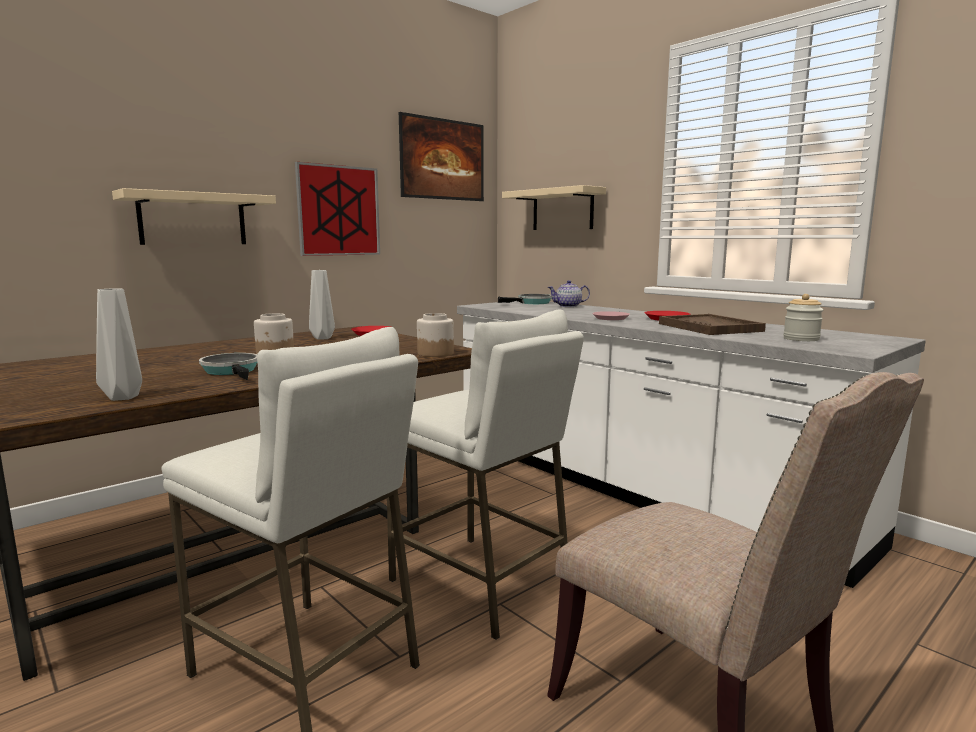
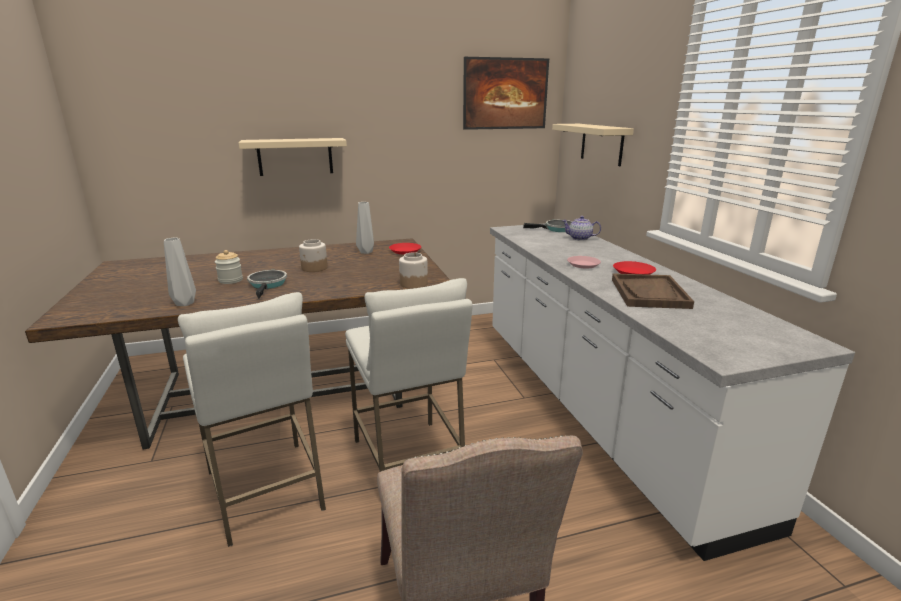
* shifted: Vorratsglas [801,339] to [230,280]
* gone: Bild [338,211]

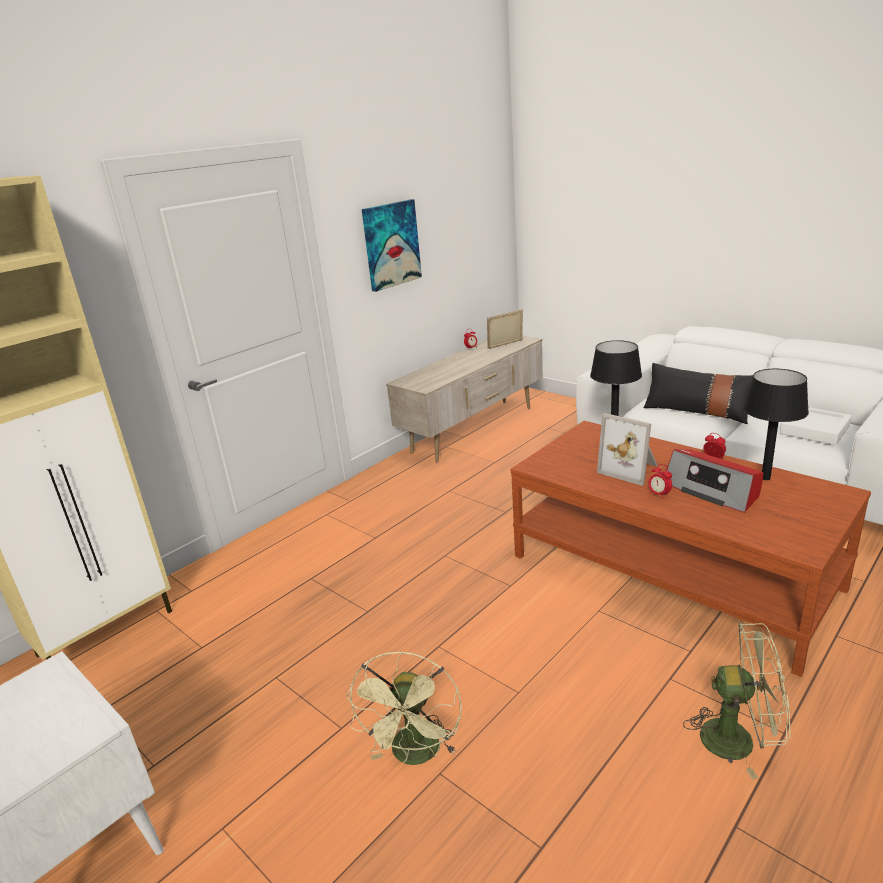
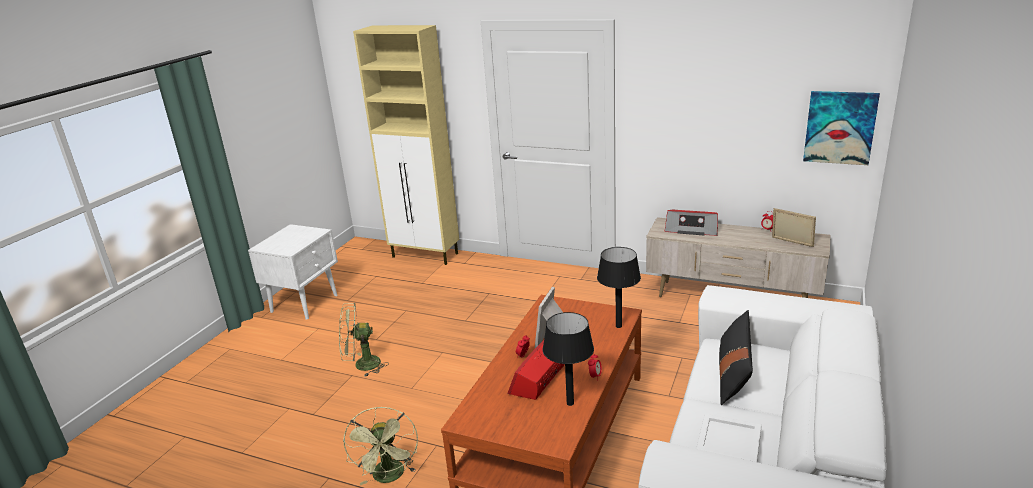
* new: Radio [691,229]
* shifted: Bild [391,244] to [839,127]

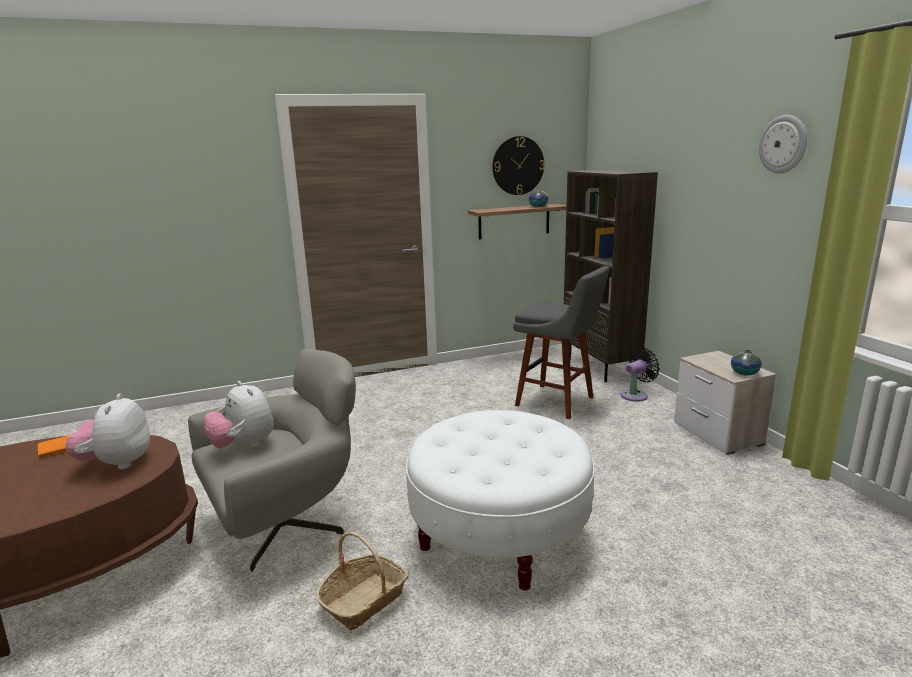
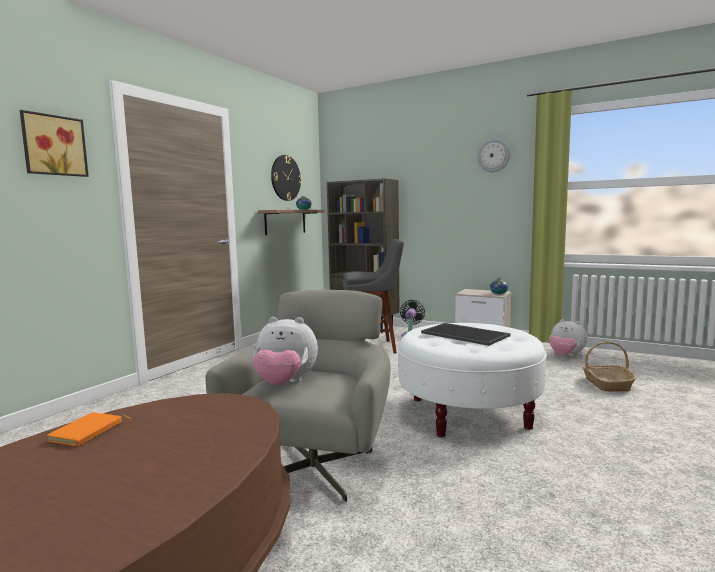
* new: Bild [53,145]
* new: Tablett [466,334]
* shifted: Plüschtier [117,463] to [566,356]
* shifted: Korb [364,600] to [607,384]

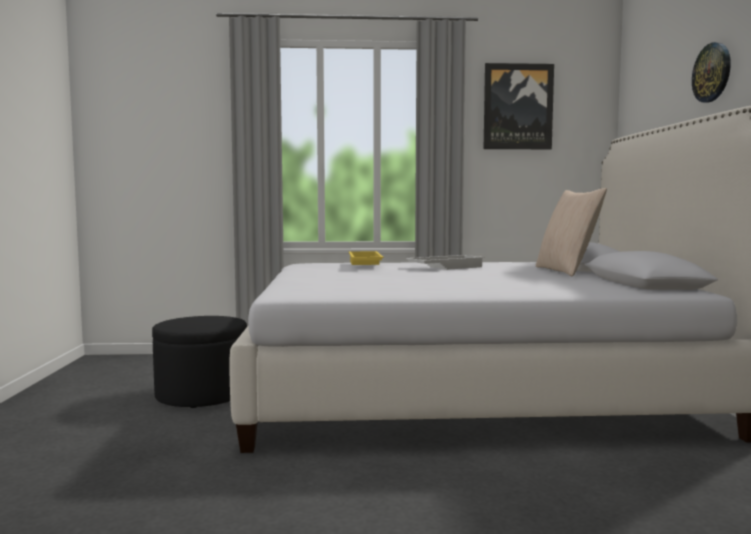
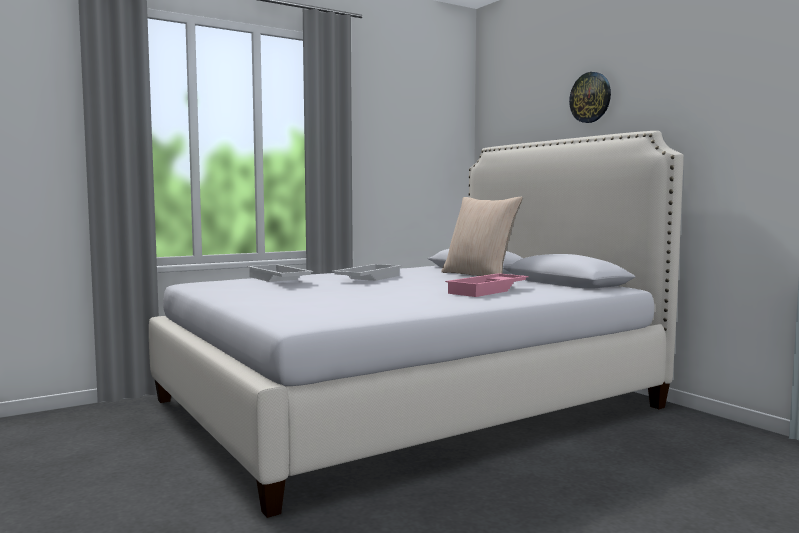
* repainted: Tablett [gelb] [363,263] to Tablett [weiß] [277,279]
* new: Tablett [rosa] [488,291]
* gone: Polsterhocker [schwarz] [202,395]
* gone: Bild [517,107]

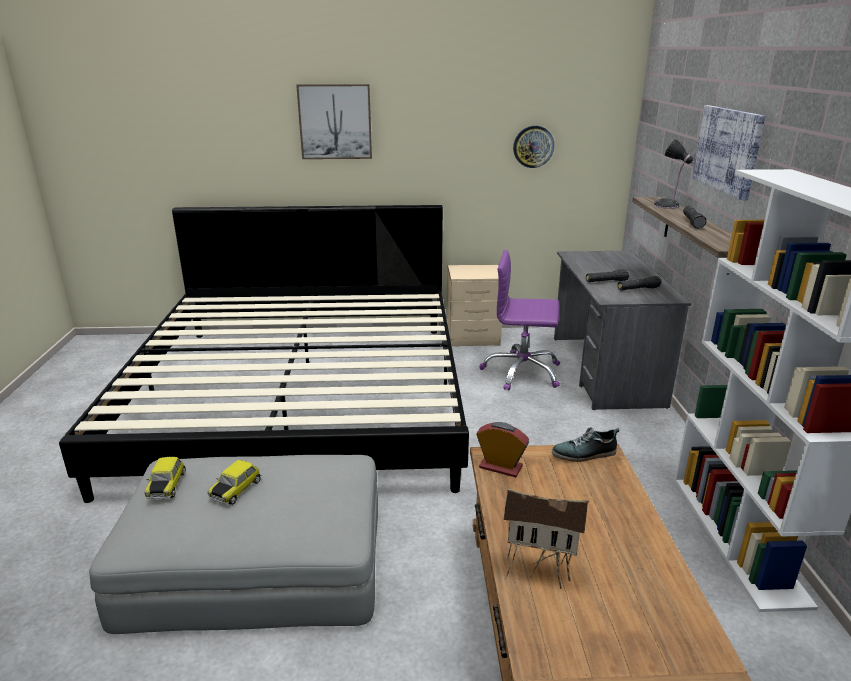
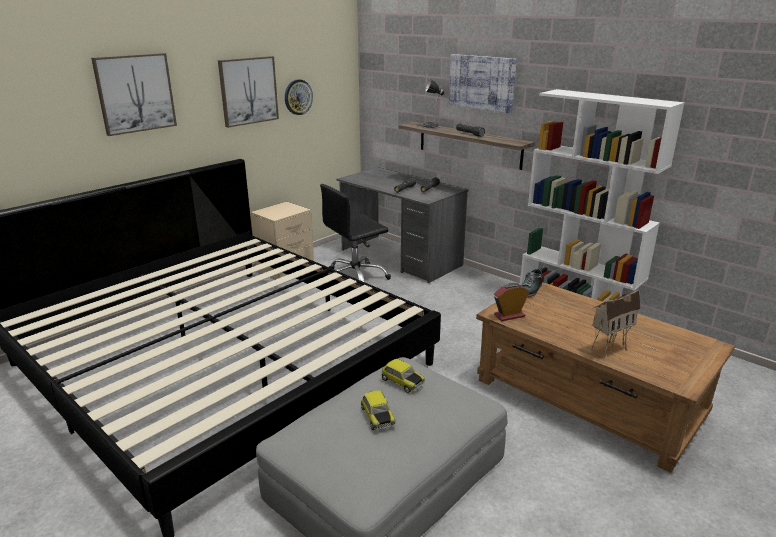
* new: Bild [248,91]
* repainted: Bürostuhl [lila] [522,372] to Bürostuhl [schwarz] [355,278]
* shifted: Spielzeugauto [166,485] to [401,382]

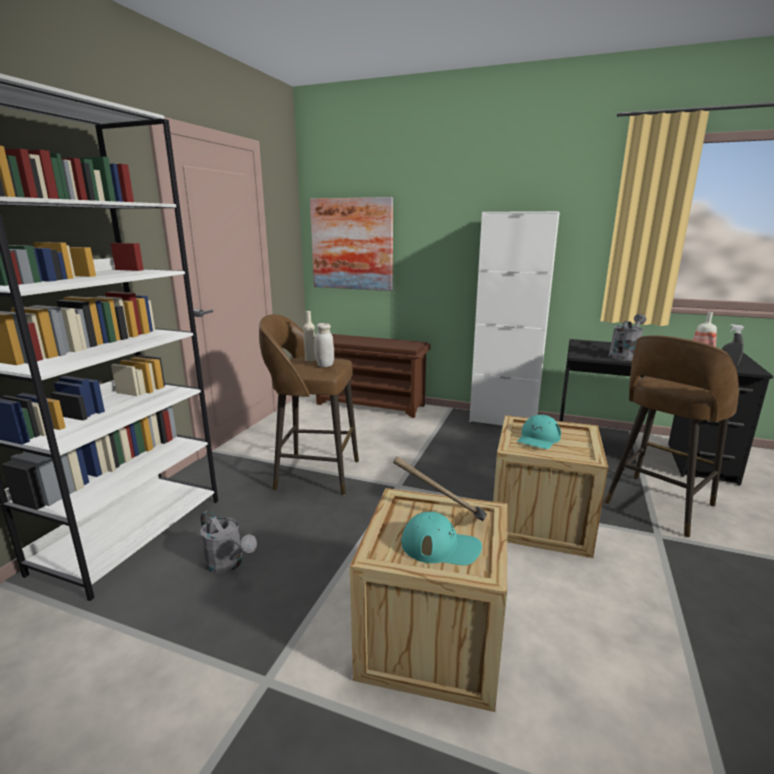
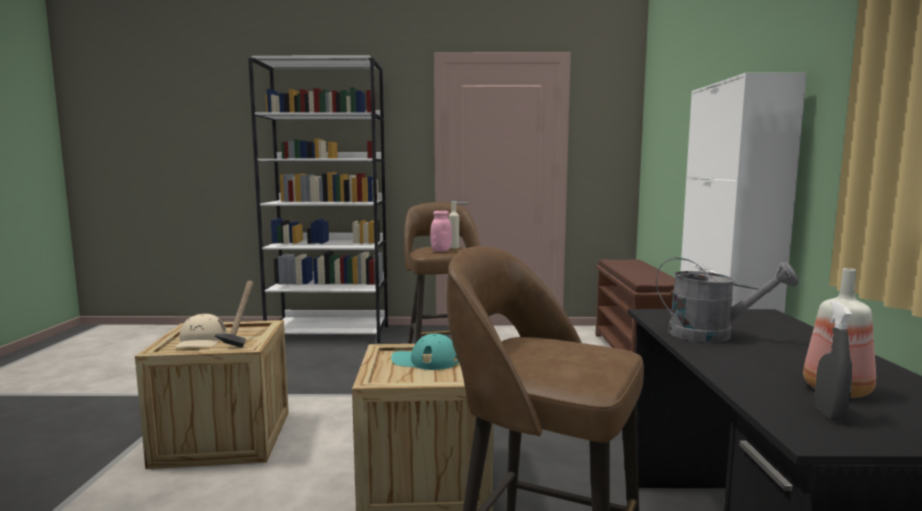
* repainted: Kappe [türkis] [440,546] to Kappe [beige] [201,341]
* repainted: Vorratsglas [weiß] [325,365] to Vorratsglas [rosa] [441,250]
* gone: Gießkanne [grau] [229,564]
* gone: Bild [352,244]

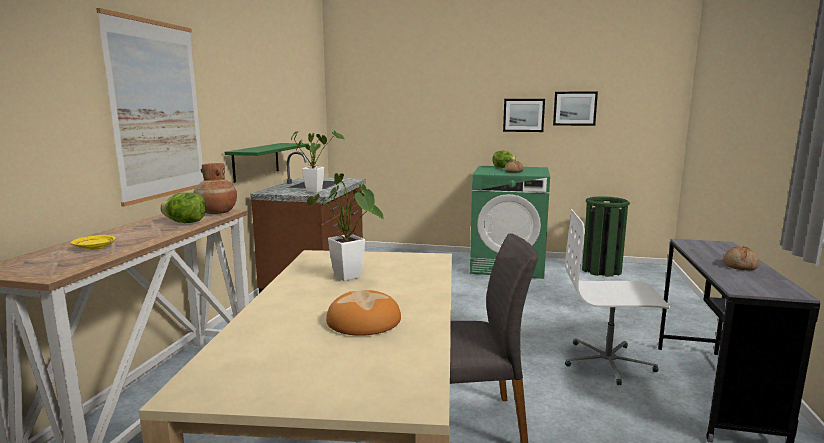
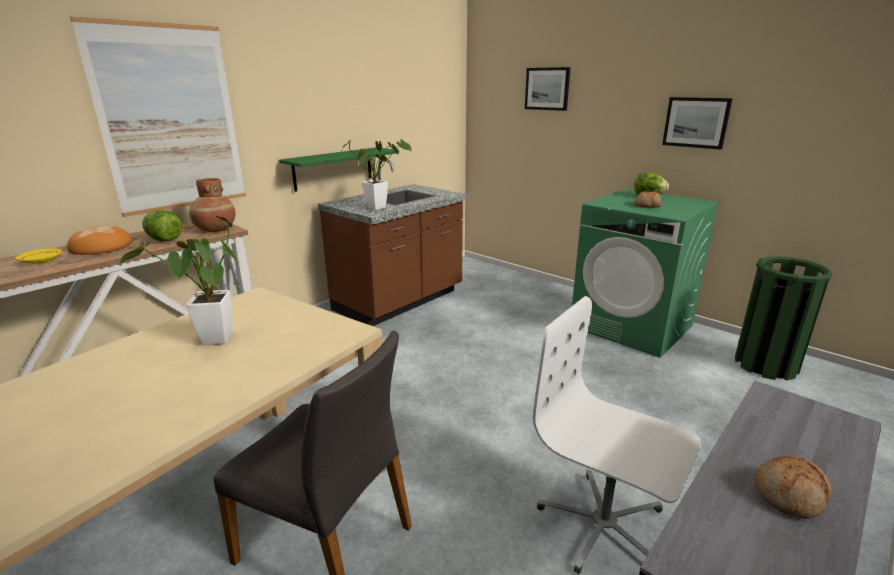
* shifted: Brot [363,321] to [101,247]
* shifted: Bild [574,108] to [547,89]

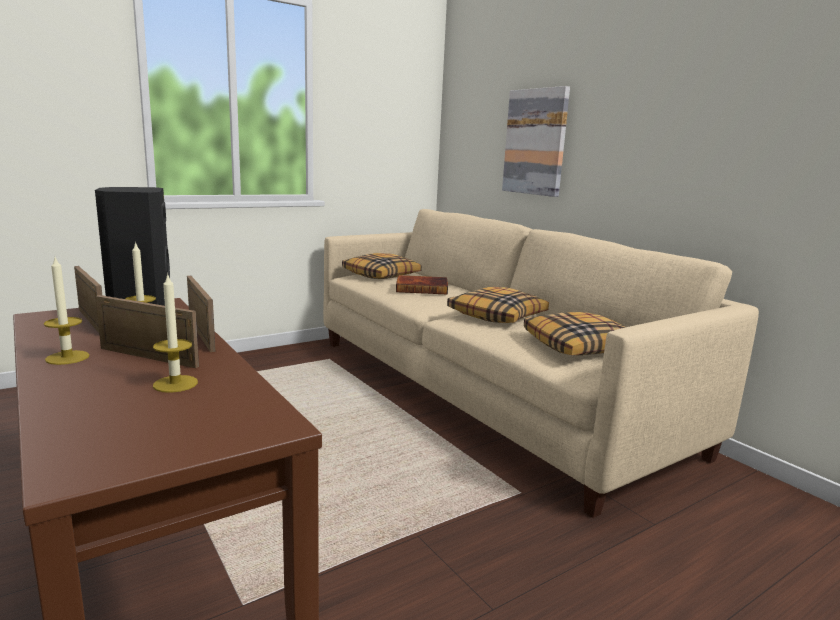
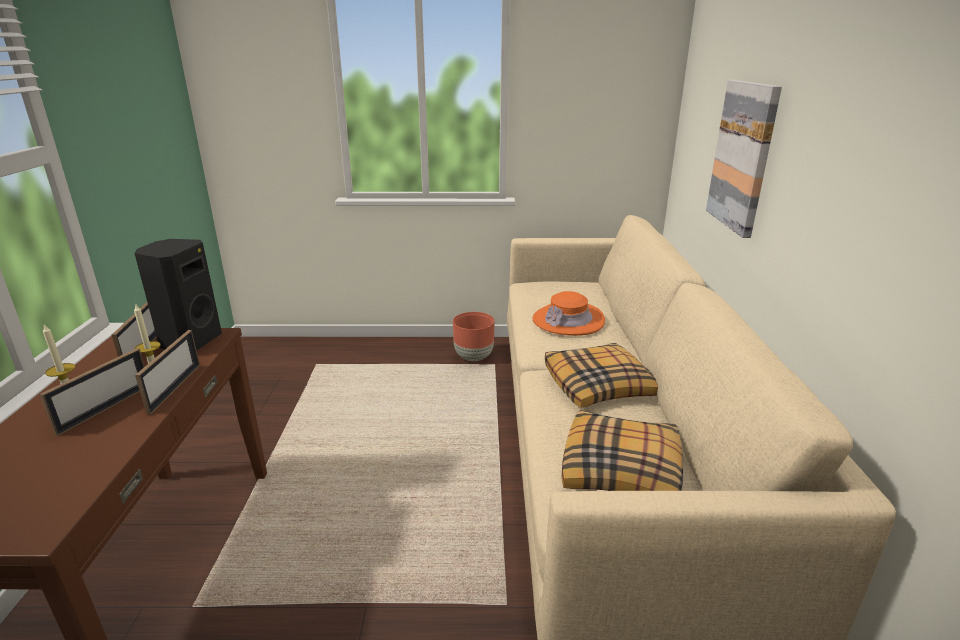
* rotated: Bilderrahmen [148,357] = [105,409] 60 degrees clockwise
* new: Pflanzkübel [braun] [473,357]
* swapped: Buch [422,288] to Hut [orange] [568,320]
* gone: Kerze [175,384]
* gone: Kissen [381,275]

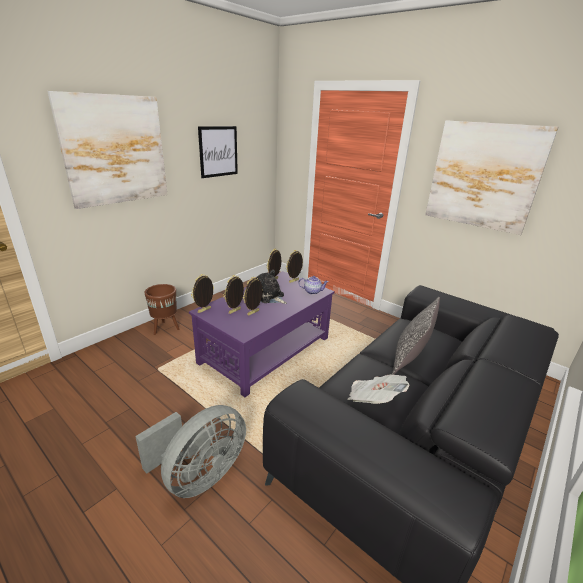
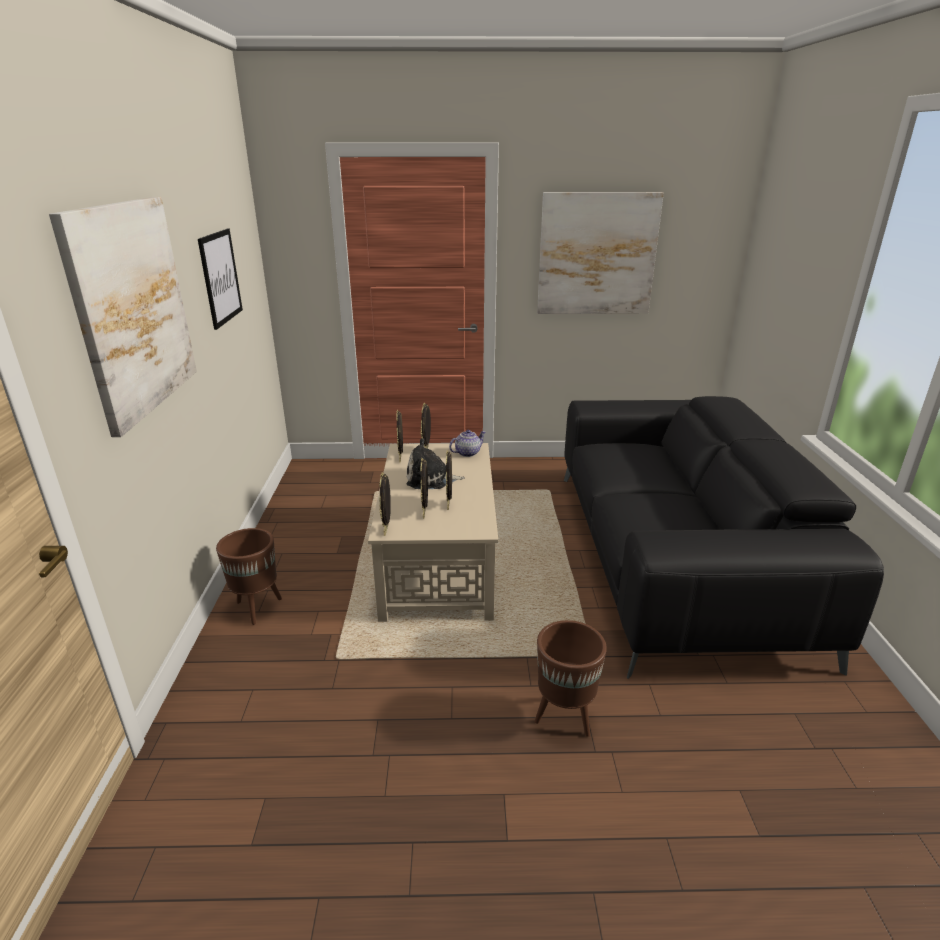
* repainted: Couchtisch [lila] [265,350] to Couchtisch [beige] [438,561]
* swapped: Ventilator [grau] [199,475] to Pflanzkübel [braun] [563,716]
* gone: Zeitung [373,399]
* gone: Kissen [409,359]

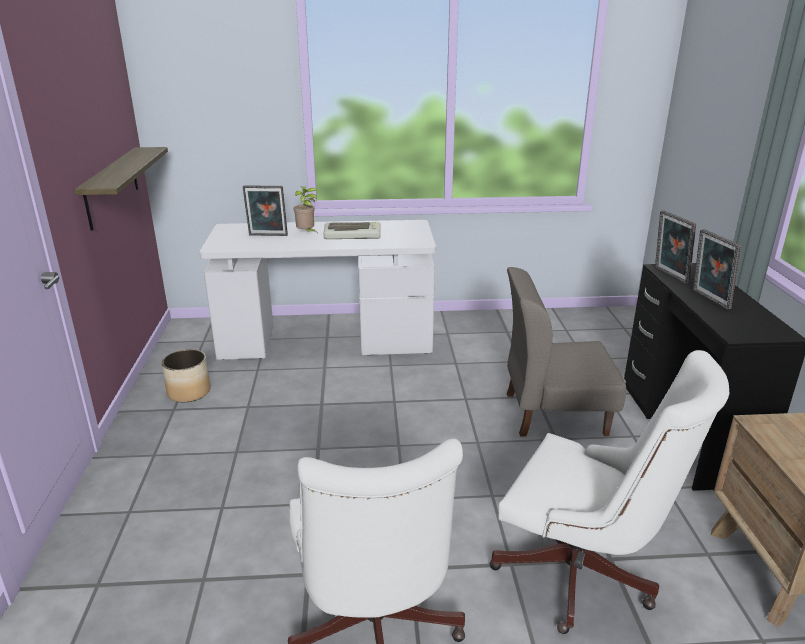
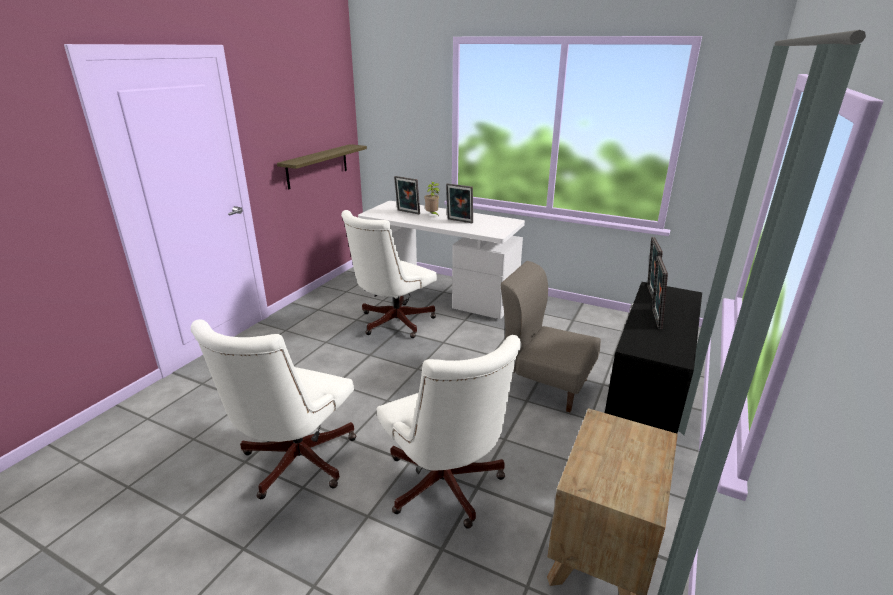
* new: Bürostuhl [weiß] [392,323]
* swapped: Tastatur [353,235] to Bilderrahmen [459,221]
* gone: Pflanzkübel [188,392]

